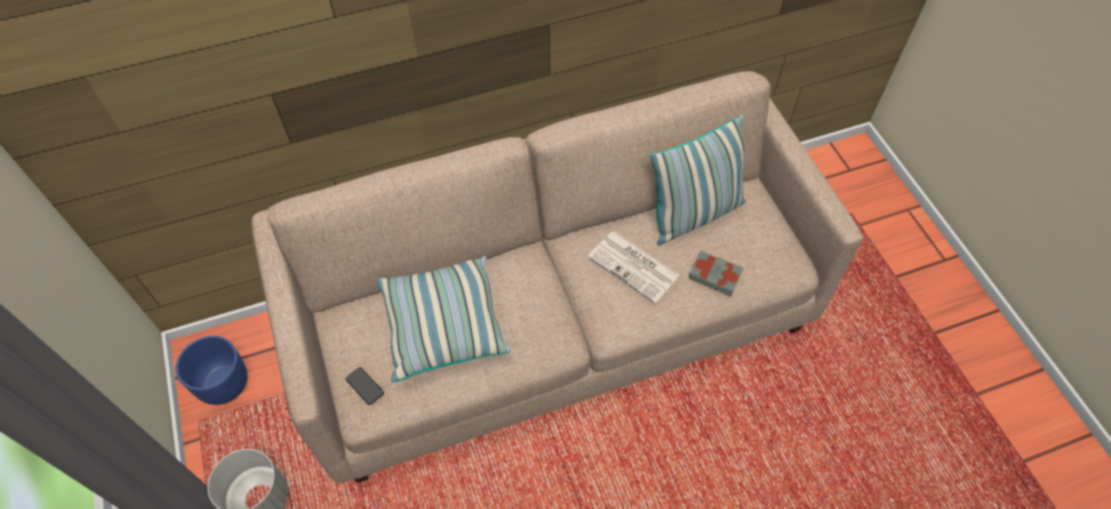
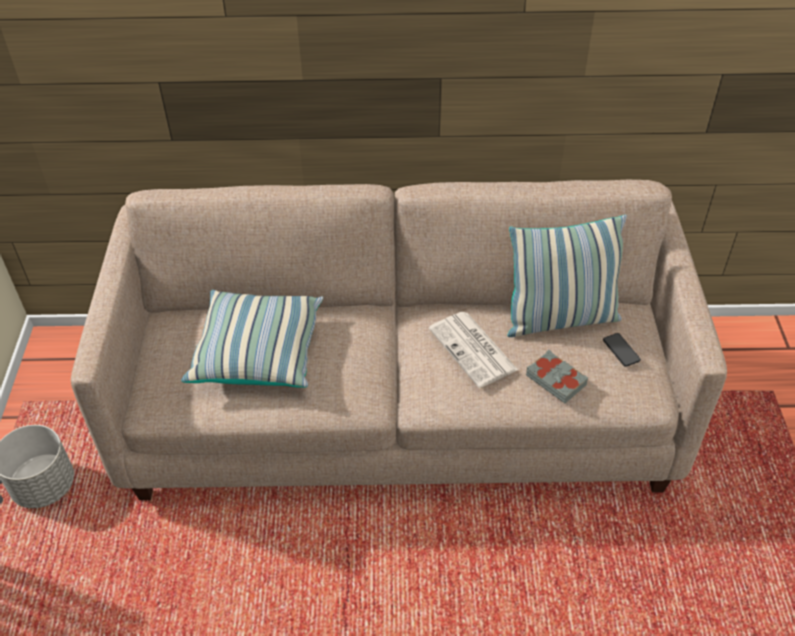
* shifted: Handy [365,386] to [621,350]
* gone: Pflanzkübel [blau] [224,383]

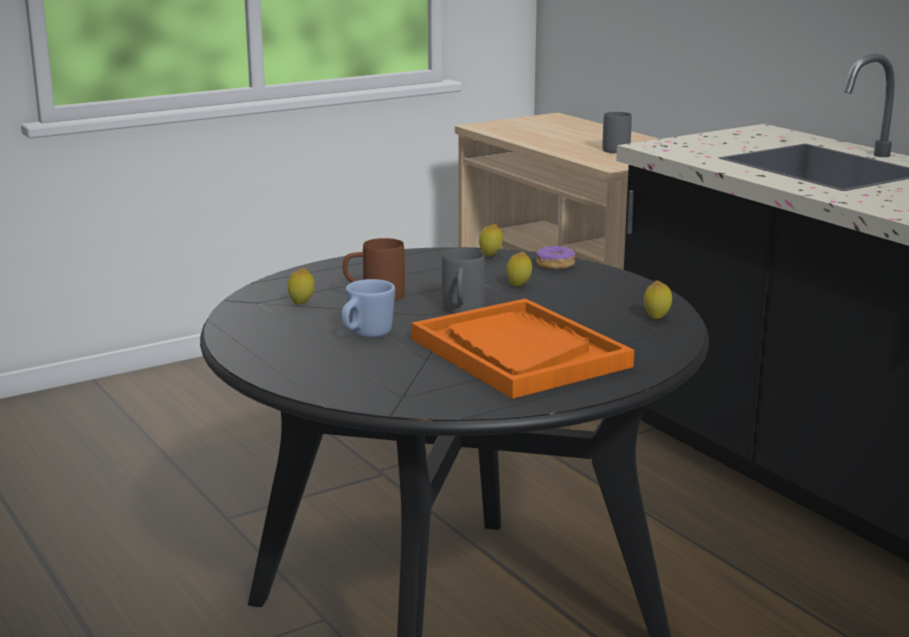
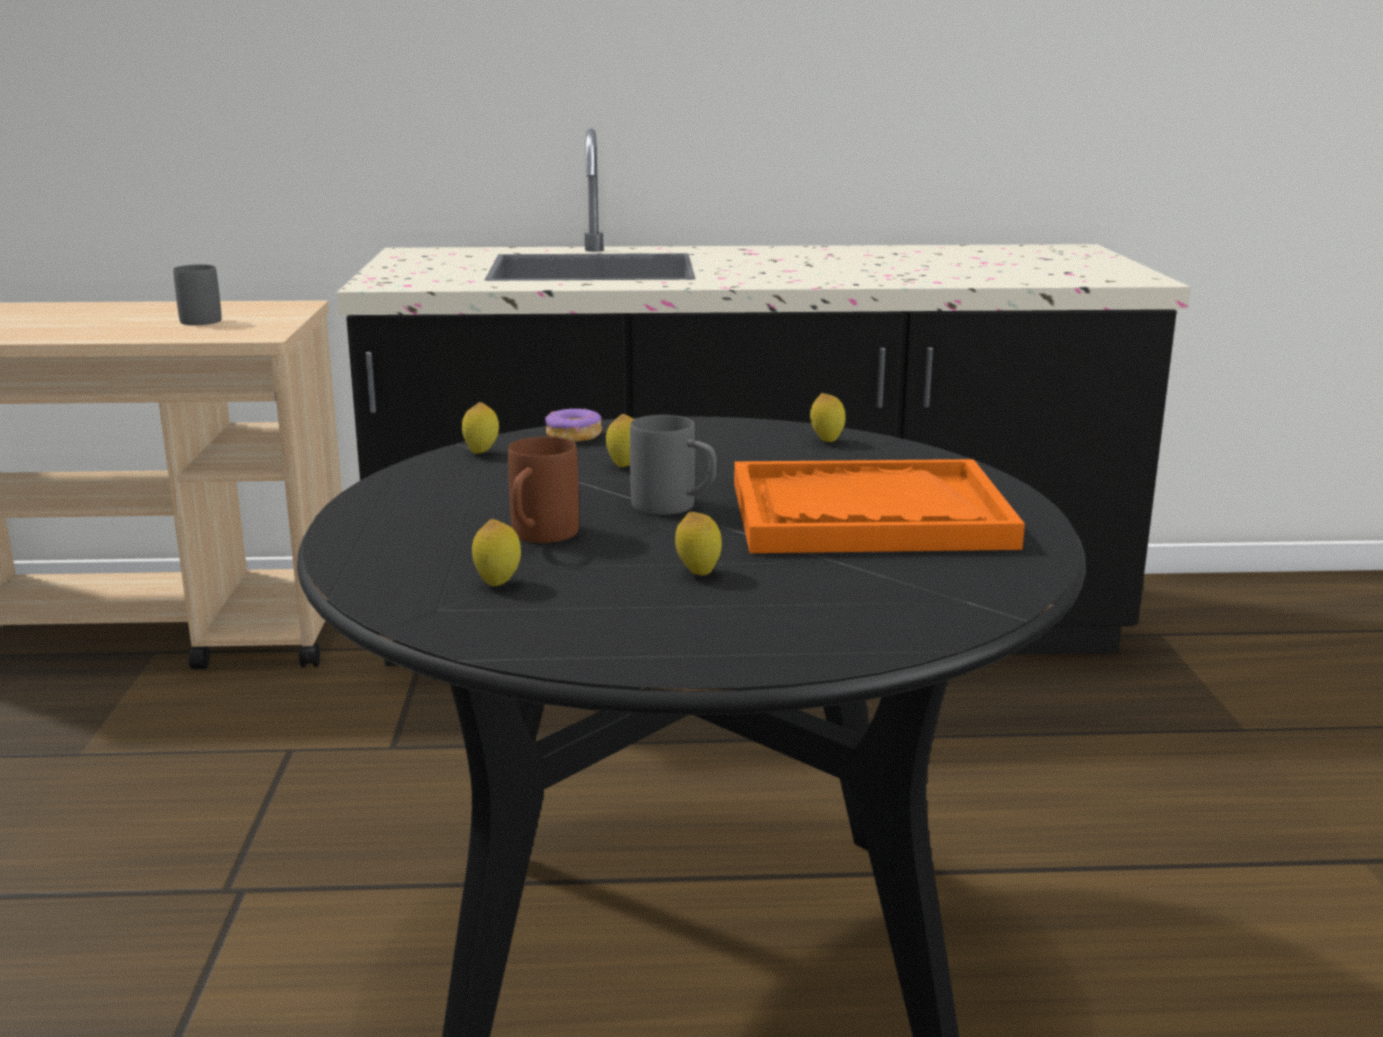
* swapped: Henkelbecher [blau] [366,335] to Zitrone [698,573]

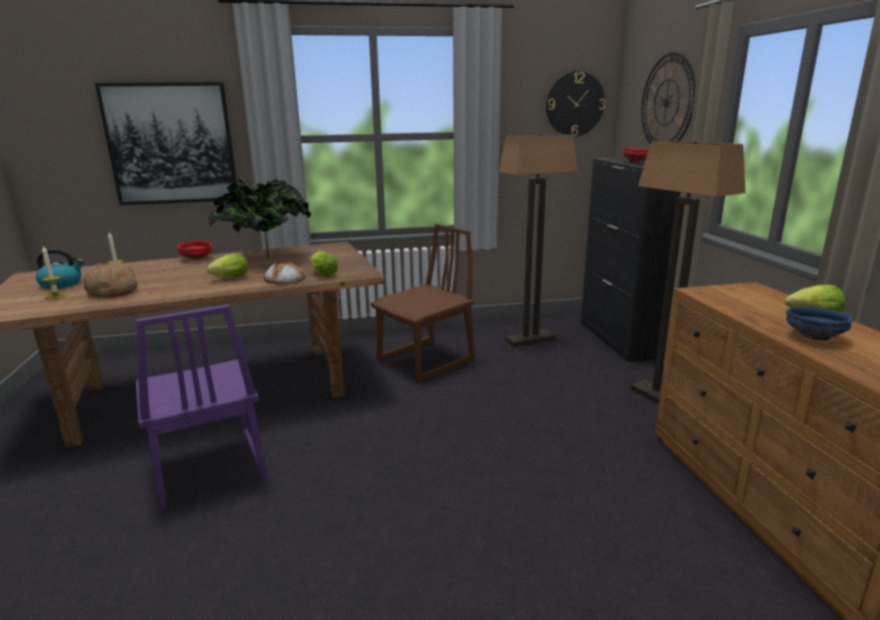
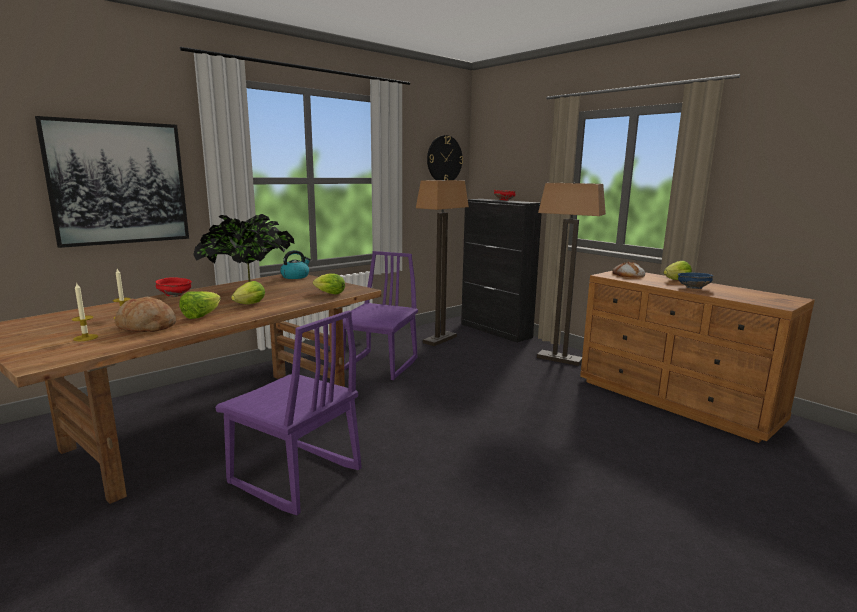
* new: Salatkopf [201,316]
* shifted: Wasserkessel [62,284] to [295,276]
* repainted: Stuhl [braun] [426,361] to Stuhl [lila] [380,366]
* shifted: Brot [284,279] to [628,275]
* gone: Wanduhr [666,102]

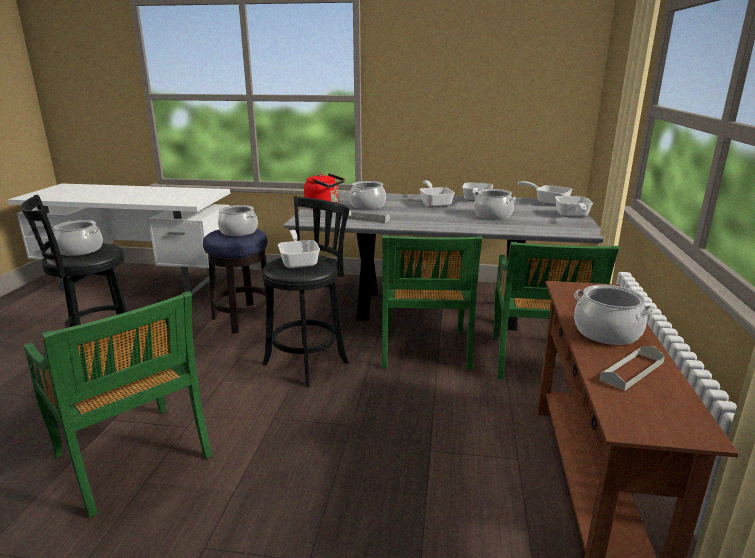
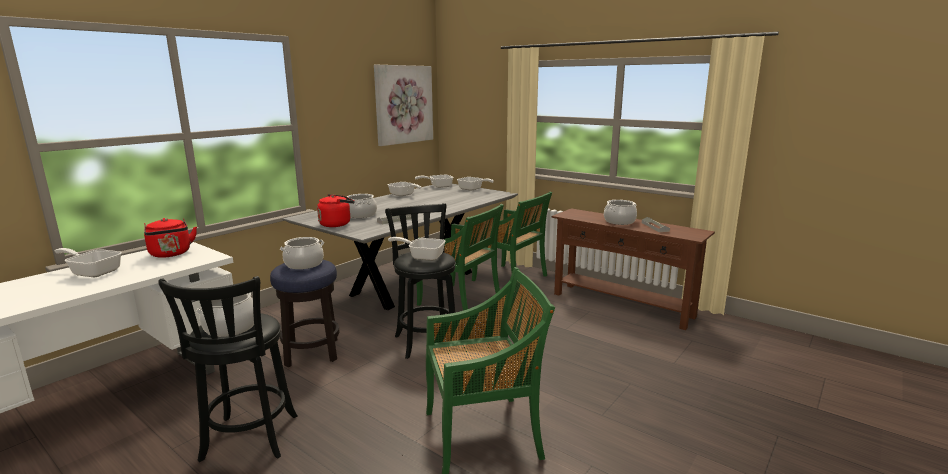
* shifted: Pfanne [435,203] to [93,272]
* new: Wasserkessel [rot] [171,254]
* new: Bild [404,104]
* gone: Kochtopf [492,216]

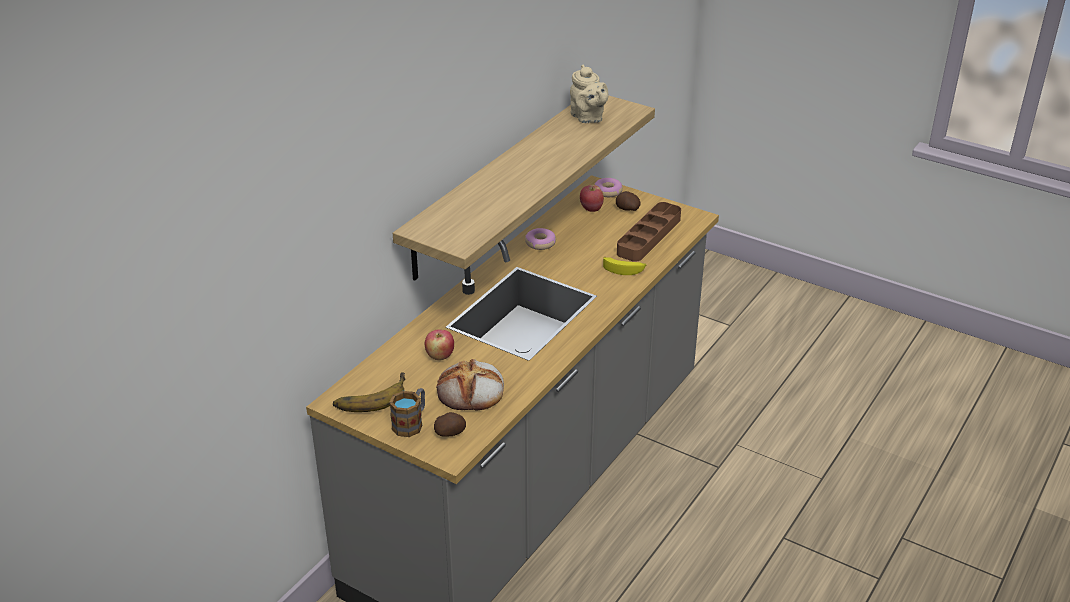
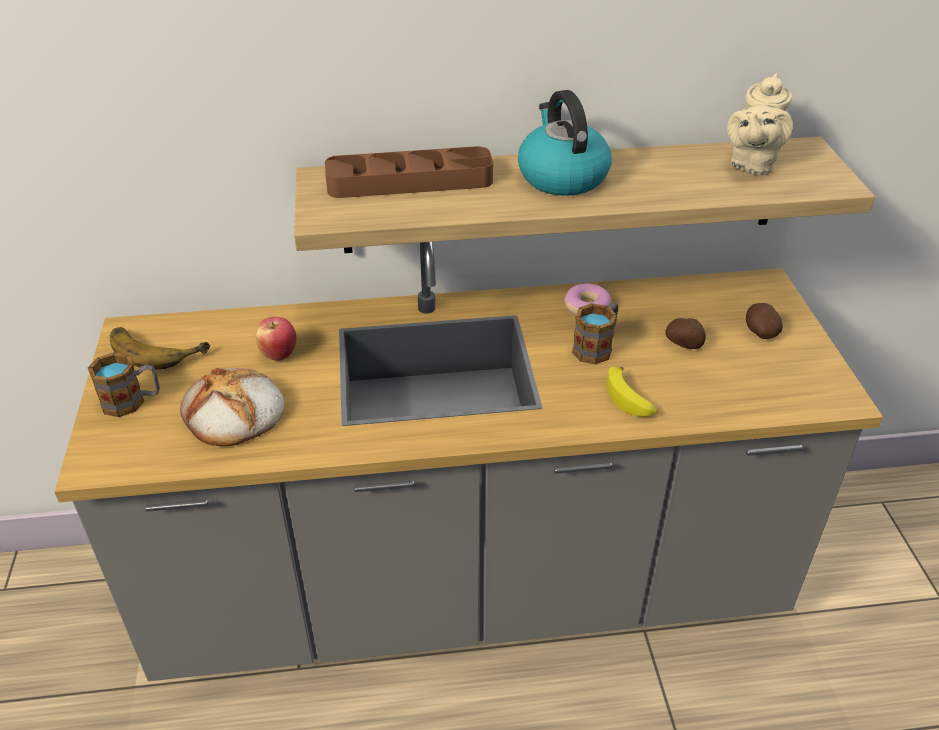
* shifted: Tablett [braun] [649,236] to [409,181]
* new: Wasserkessel [561,176]
* new: Henkelbecher [597,346]
* shifted: Kartoffel [450,433] to [684,344]
* gone: Apfel [591,209]
* gone: Donut [607,191]

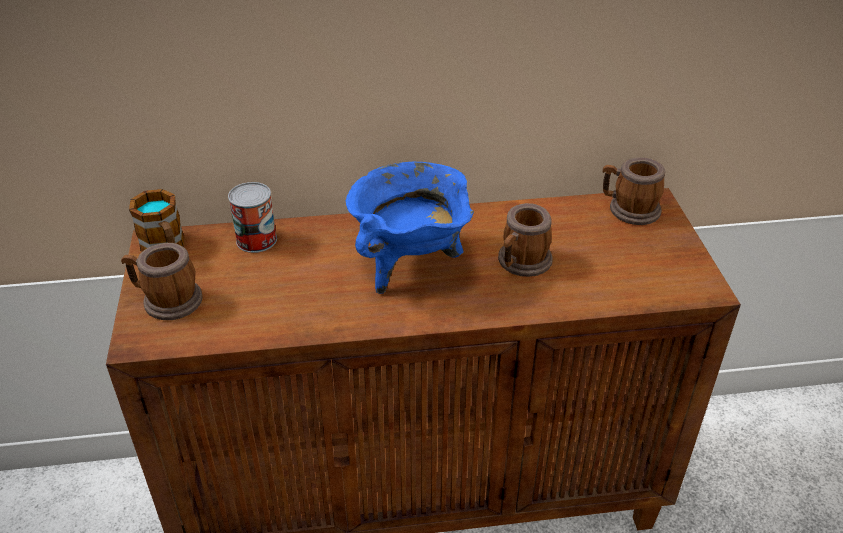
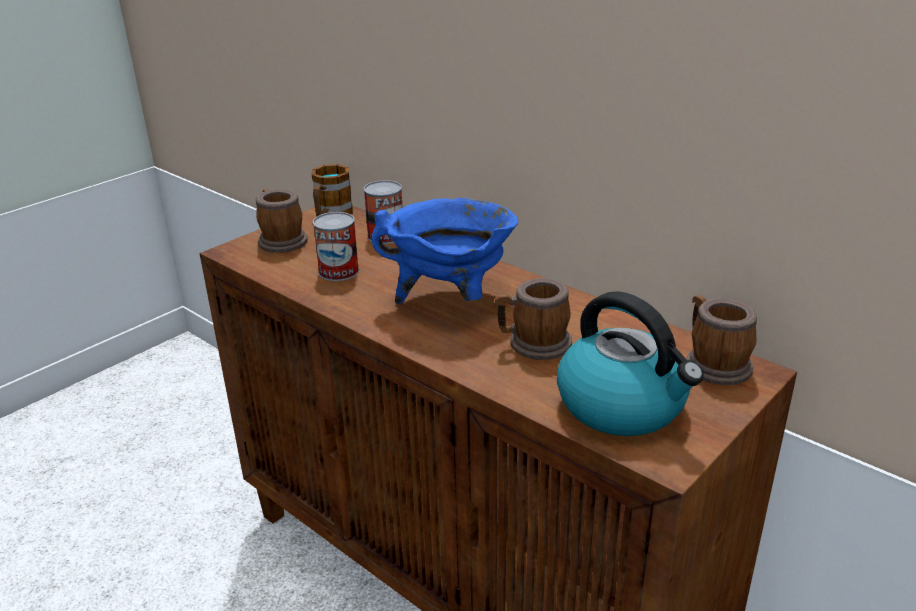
* new: Dose [339,271]
* new: Wasserkessel [623,406]

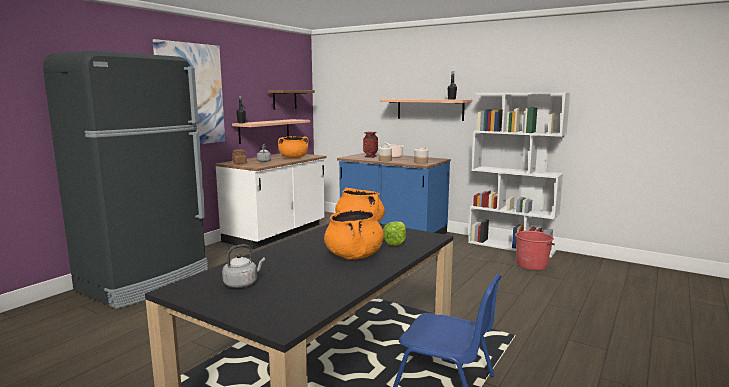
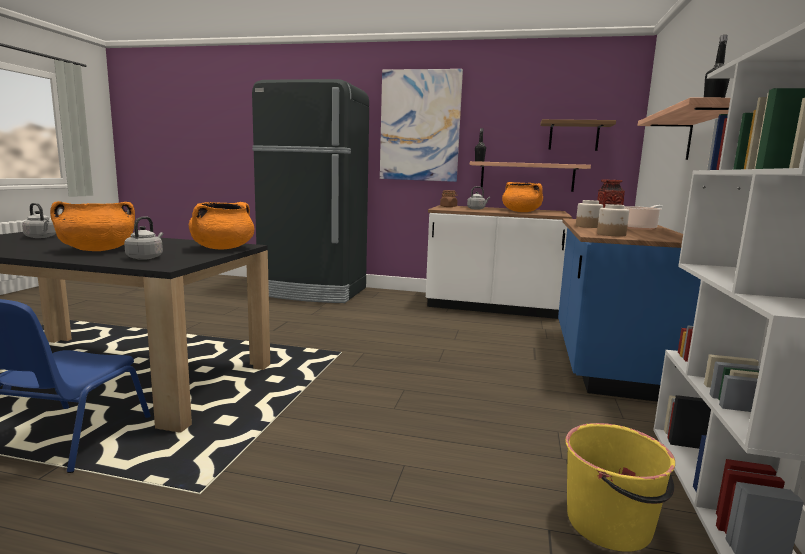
* swapped: Salatkopf [397,242] to Wasserkessel [grau] [146,257]
* repainted: Eimer [rot] [532,264] to Eimer [gelb] [610,524]

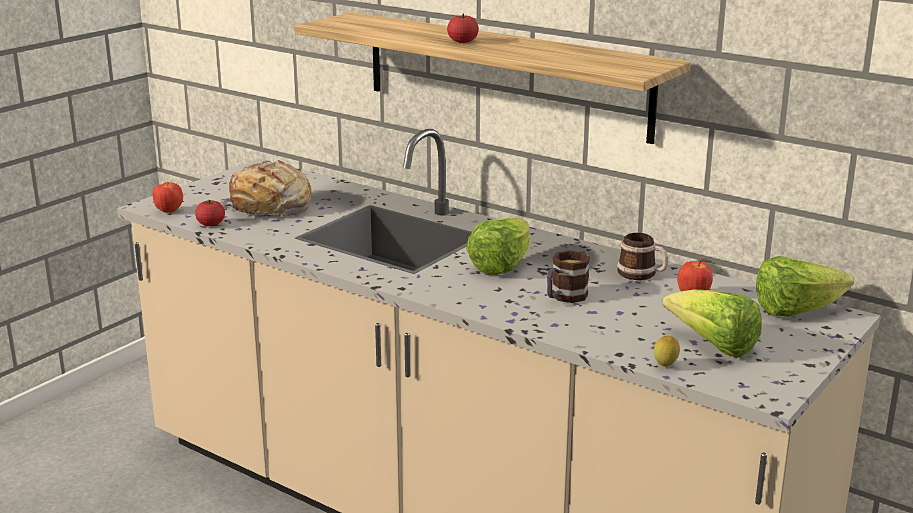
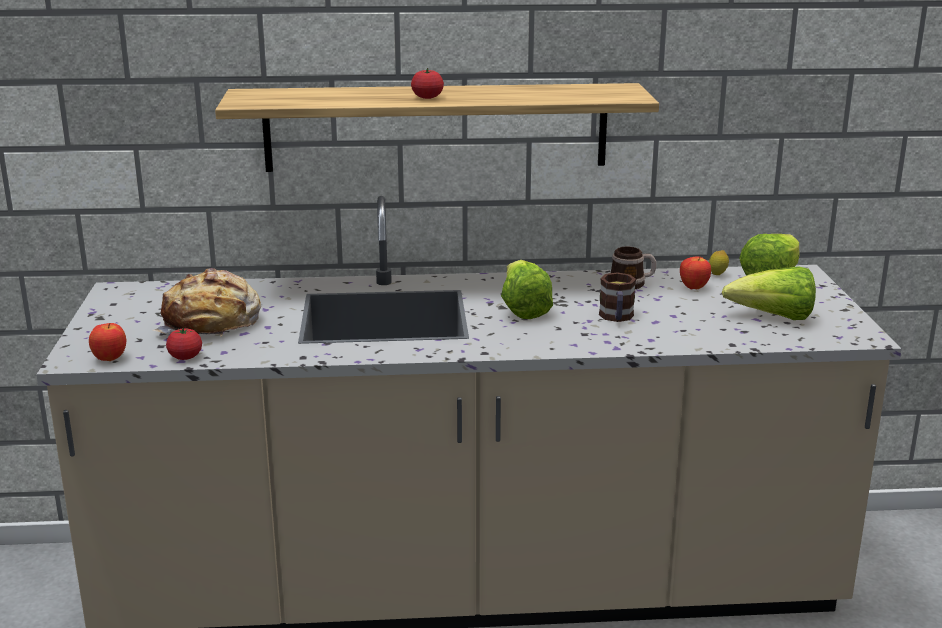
* shifted: Zitrone [665,366] to [717,275]

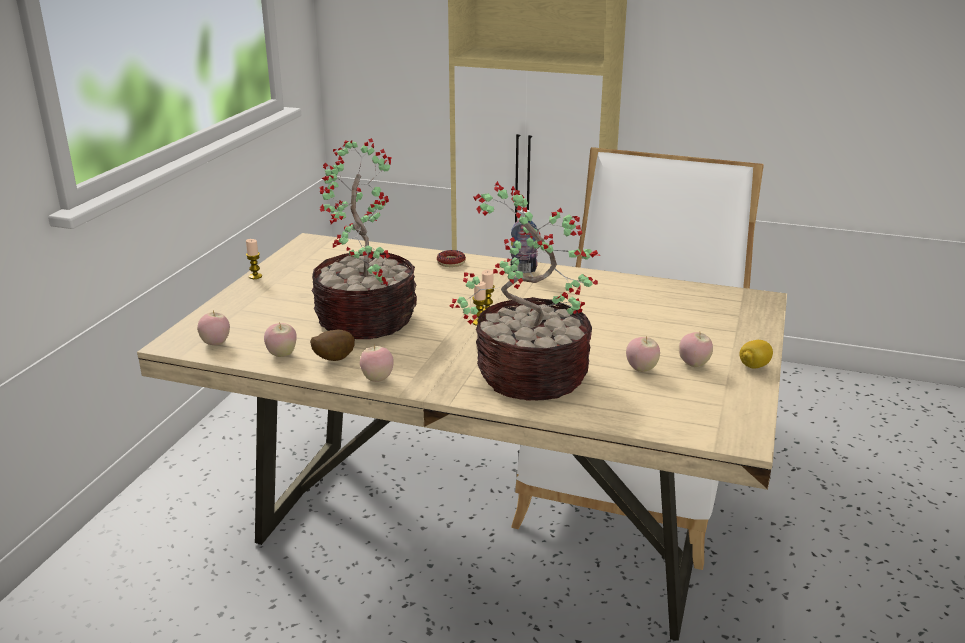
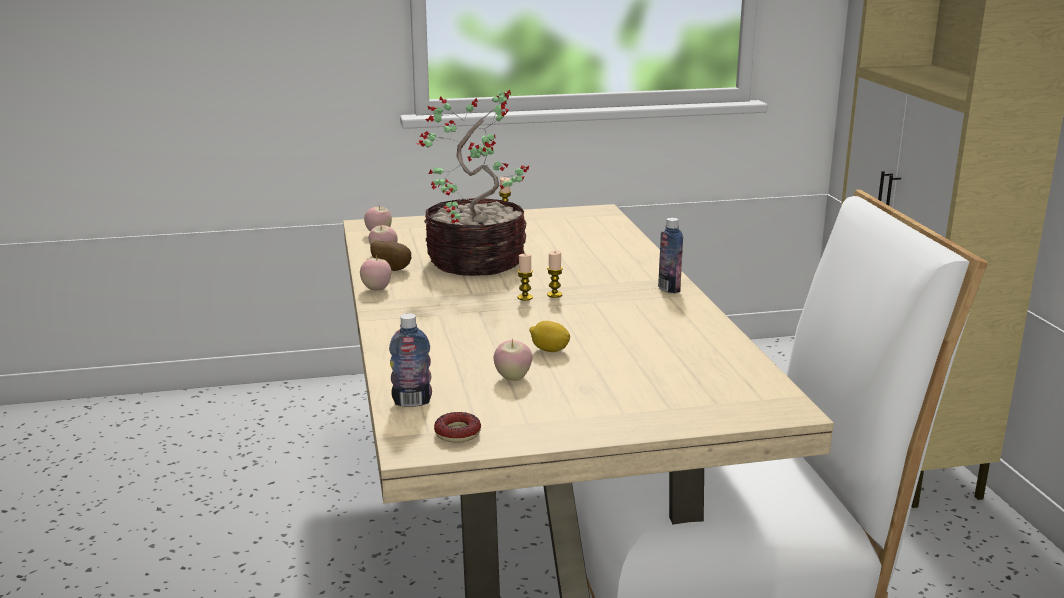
* new: Flasche [412,402]
* shifted: Donut [451,262] to [457,433]
* shifted: Zitrone [754,366] to [549,350]
* gone: Topfpflanze [528,376]
* gone: Apfel [693,364]

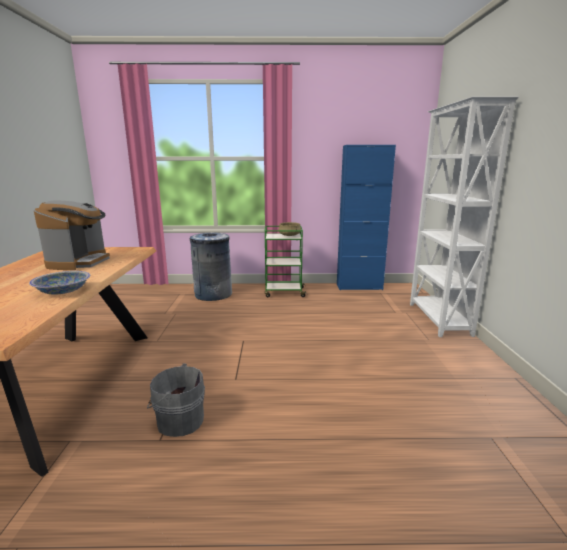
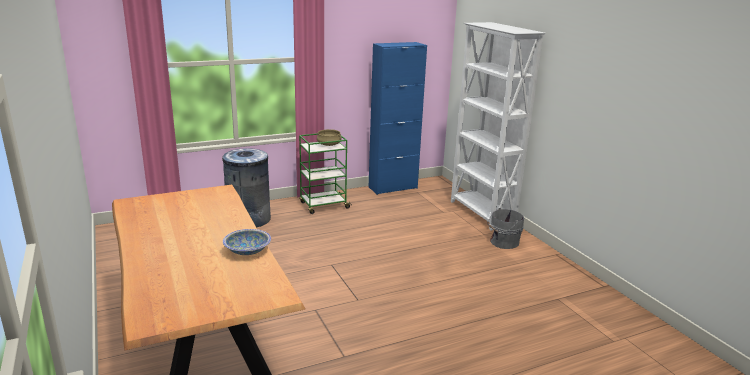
* shifted: Eimer [grau] [178,420] to [503,242]
* gone: Kaffeemaschine [79,262]

